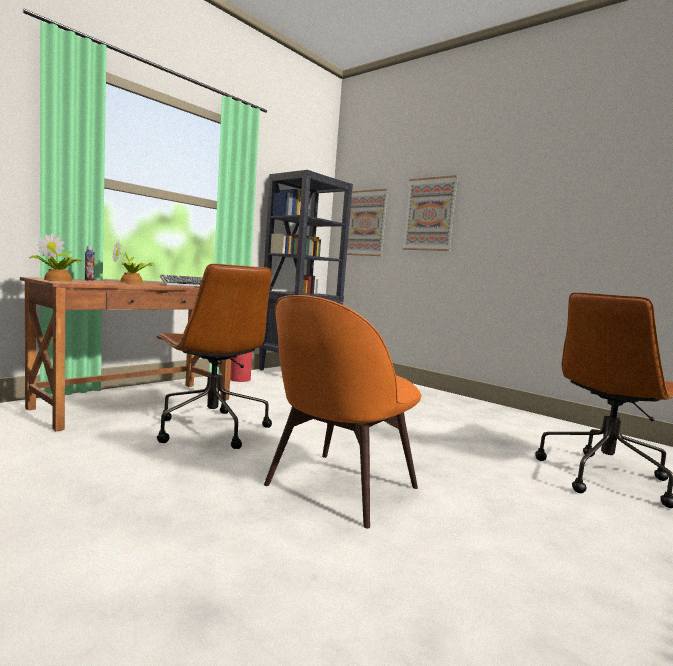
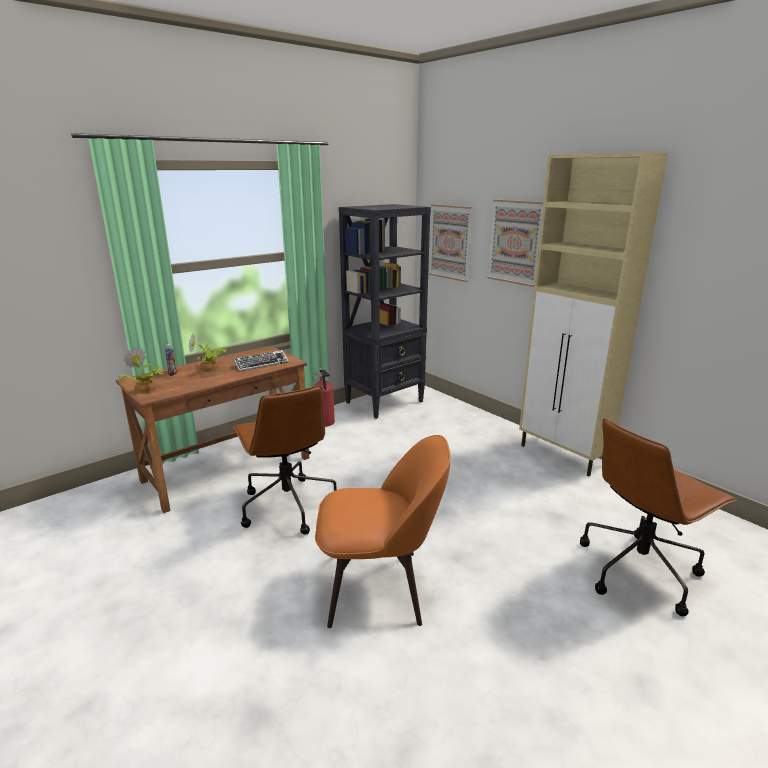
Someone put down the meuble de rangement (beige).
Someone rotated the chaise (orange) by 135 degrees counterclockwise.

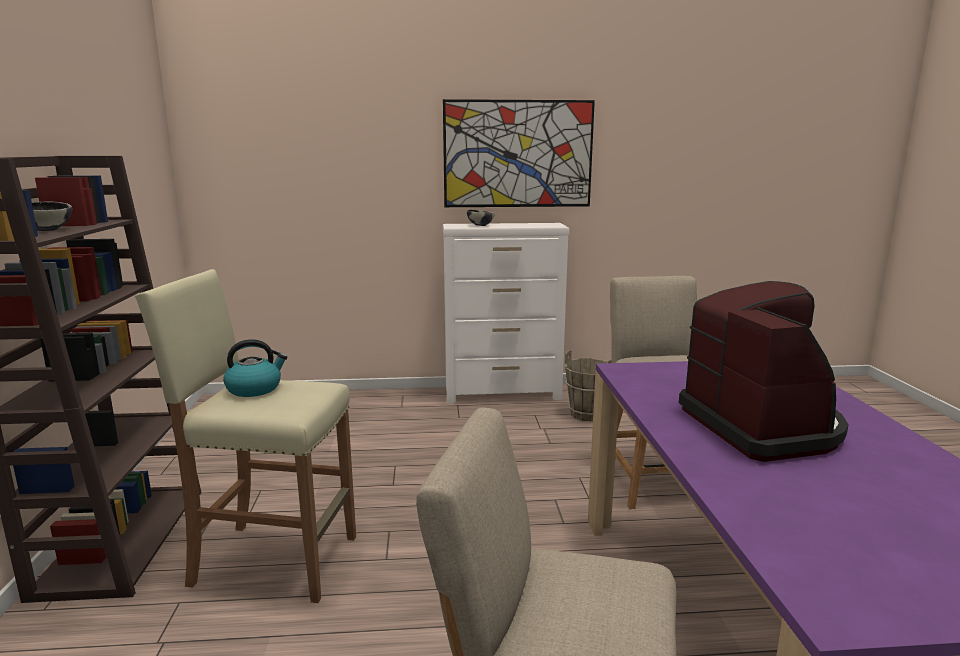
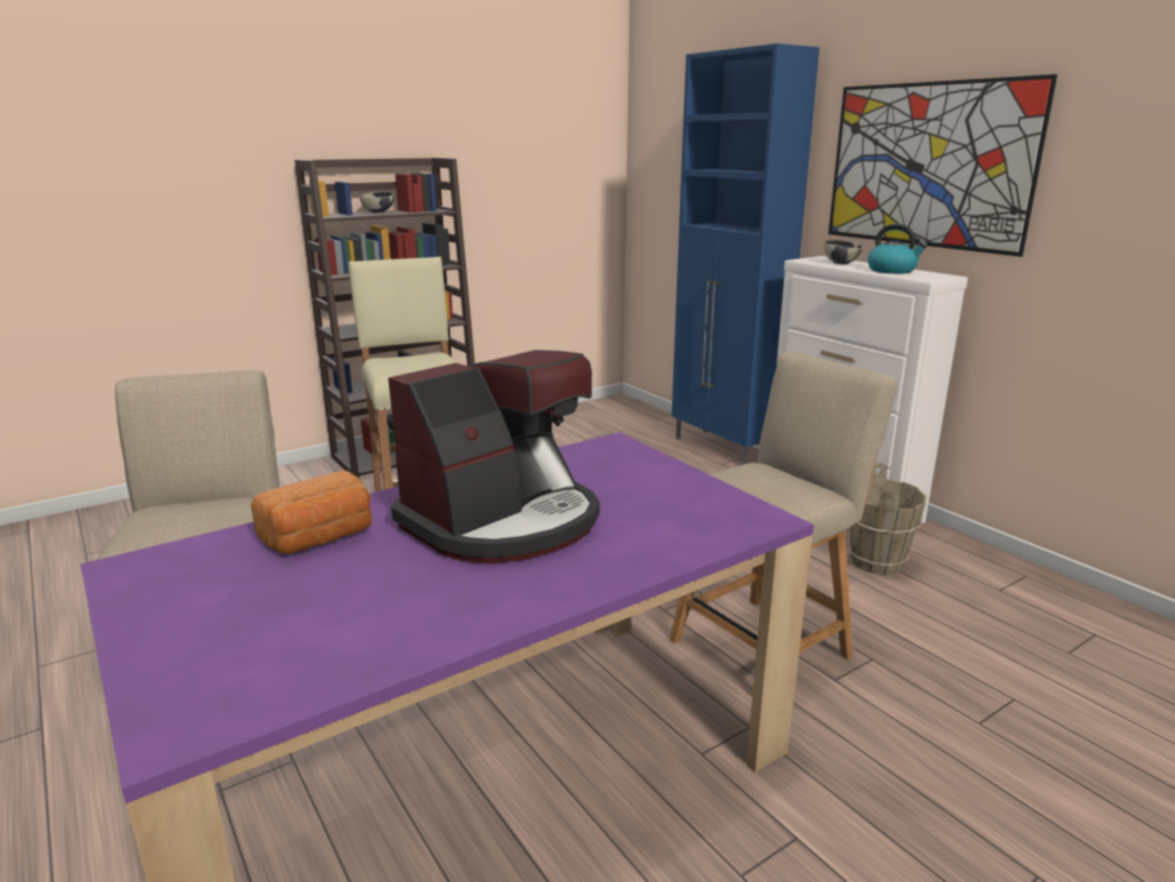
Someone put down the pain.
Someone put down the meuble de rangement (bleu).
Someone carried the bouilloire.

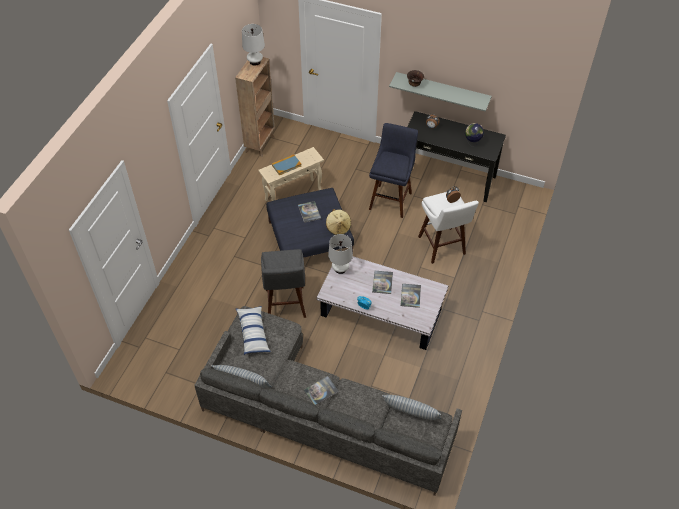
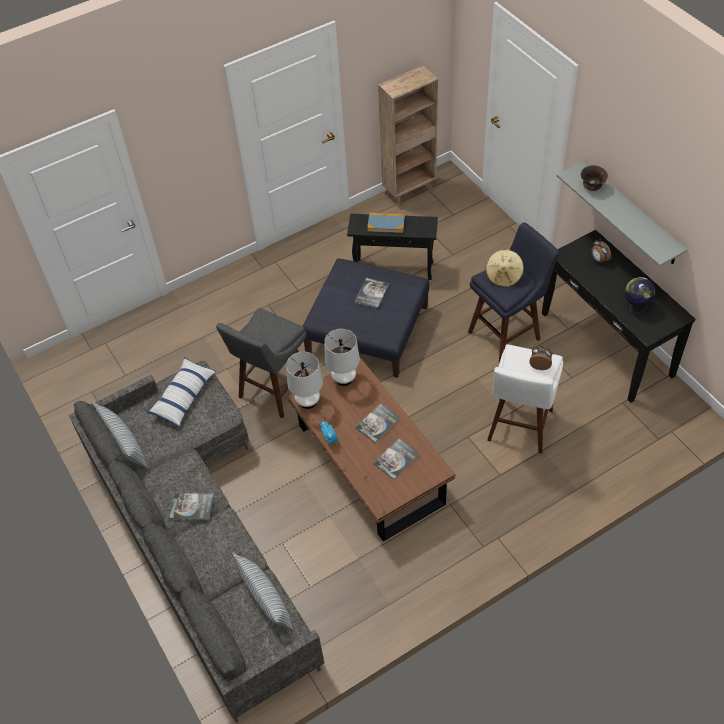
Someone carried the lampe de table (blanc) (no. 1 from left).
Someone carried the chapeau (beige).
Someone repainted the table d'appoint (beige), which became the table d'appoint (noir).
Someone repainted the table basse (blanc), which became the table basse (marron).

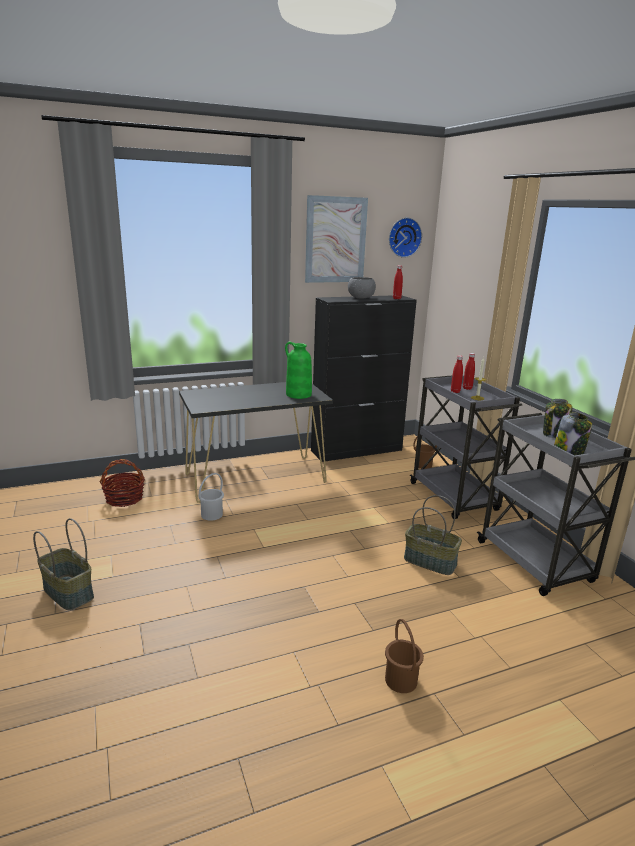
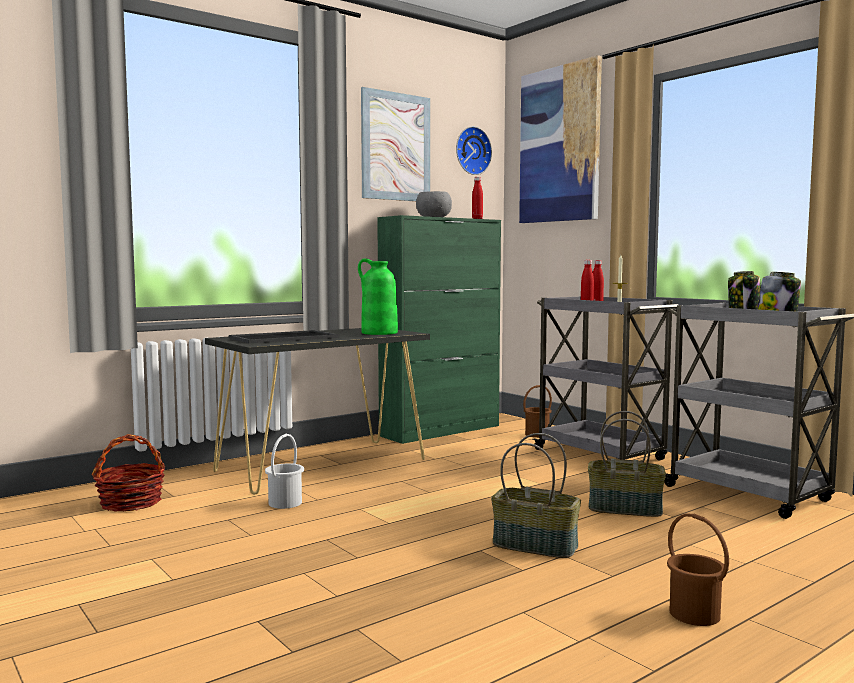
Someone put down the plateau.
Someone put up the tableau (no. 2 from left).
Someone carried the panier (no. 1 from left in the first image).
Someone repainted the meuble de rangement (noir), which became the meuble de rangement (vert).

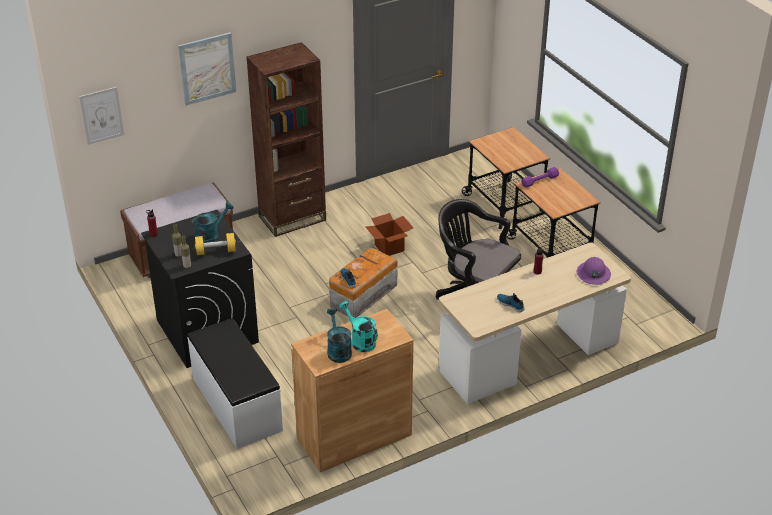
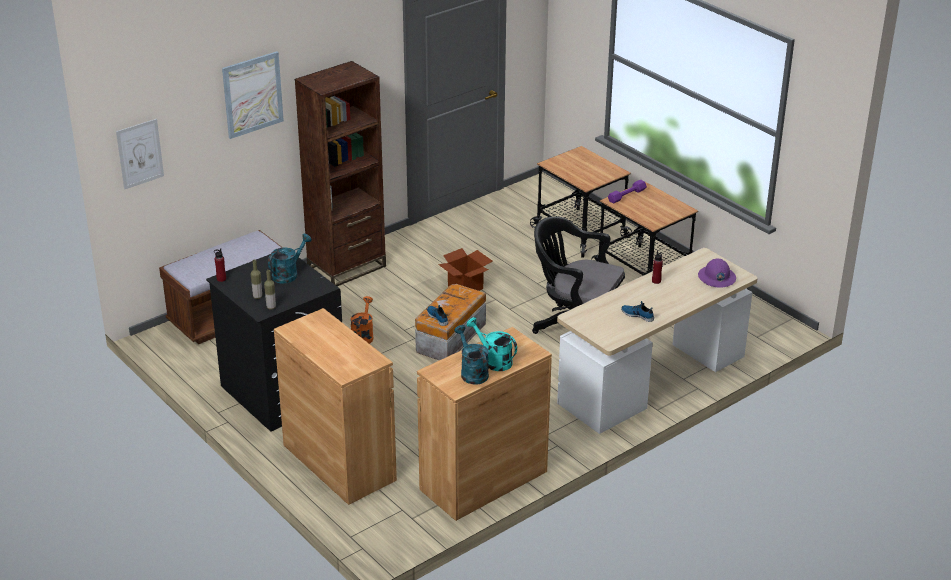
Someone took away the haltère (jaune).
Someone put down the arrosoir (orange).
Someone swapped the banc (blanc) for the meuble de rangement (marron) (no. 1 from left).

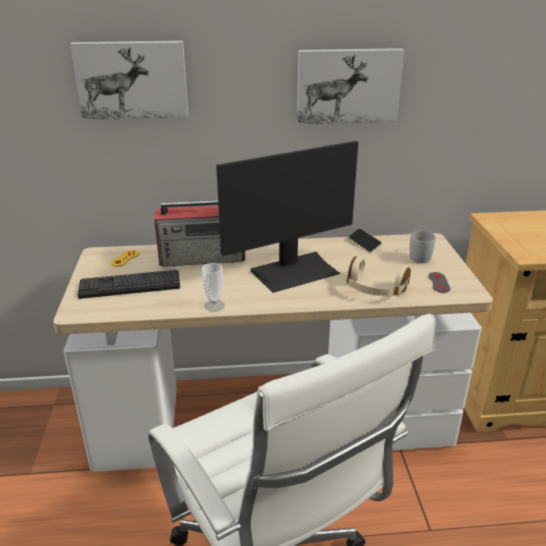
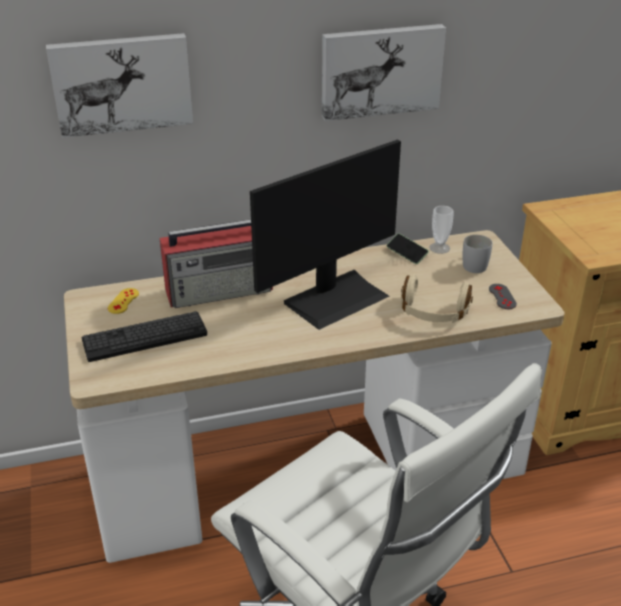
Someone carried the tasse.

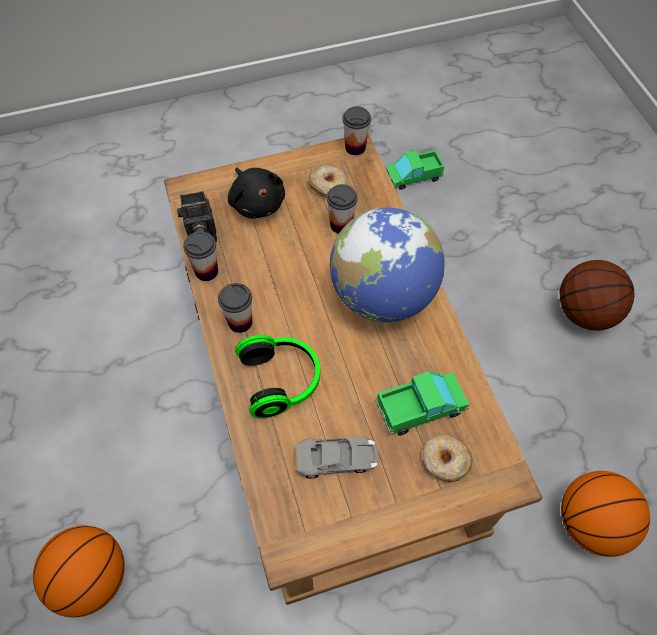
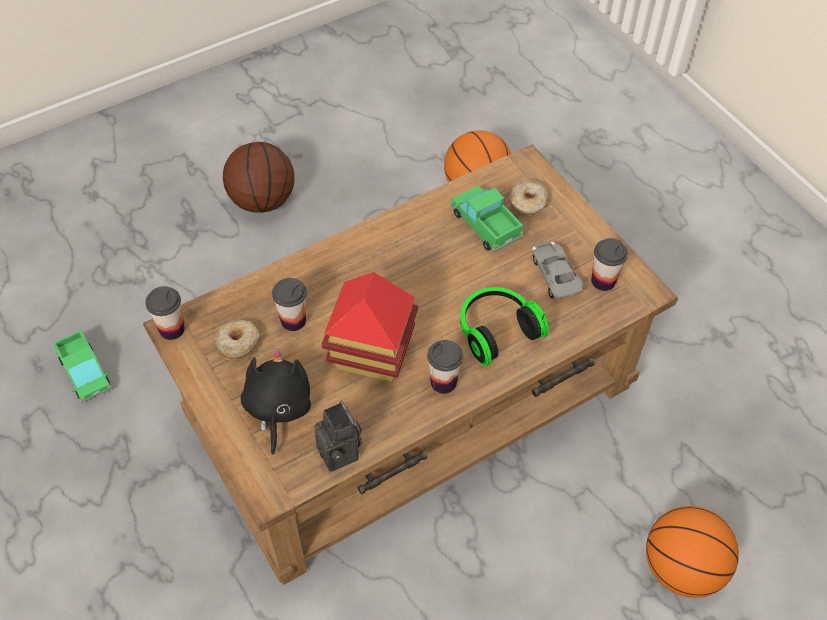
Someone took away the globe.
Someone put down the maison miniature.
Someone carried the tasse (no. 1 from left in the first image).
Someone rotated the peluche (noir) by 45 degrees counterclockwise.

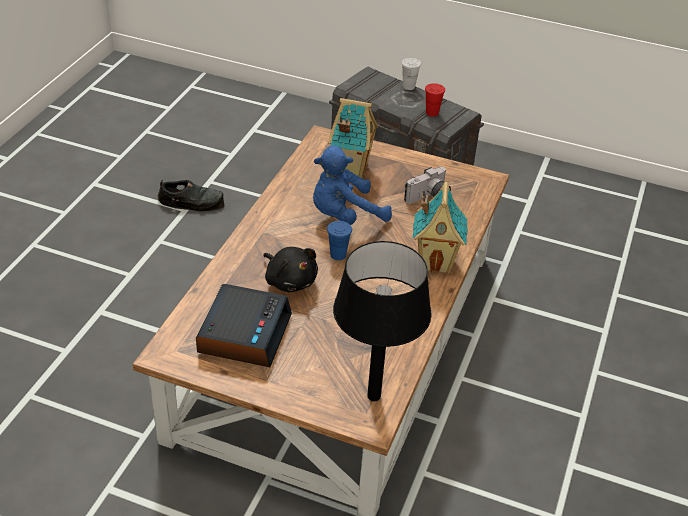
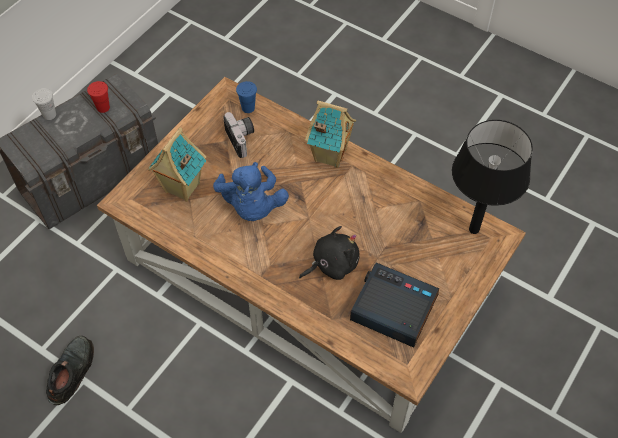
Someone carried the tasse (bleu).

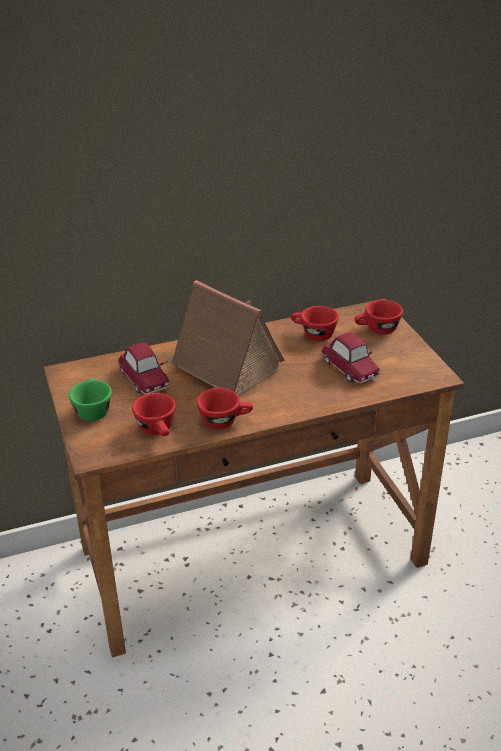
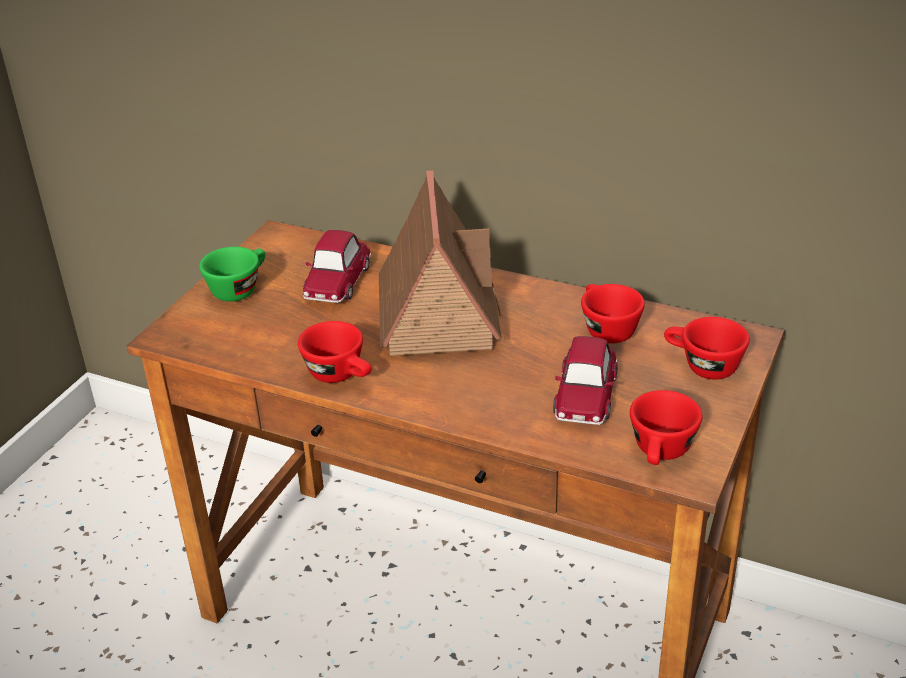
Someone carried the tasse (rouge) (no. 1 from left in the first image).

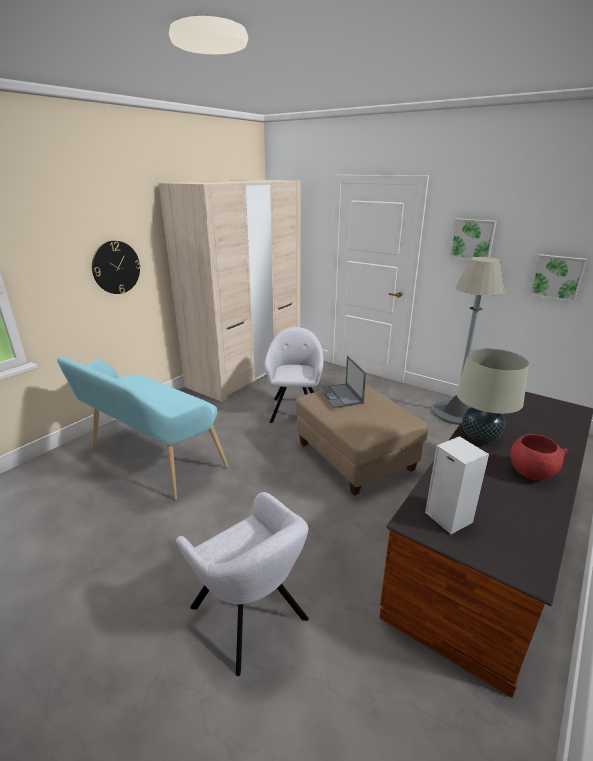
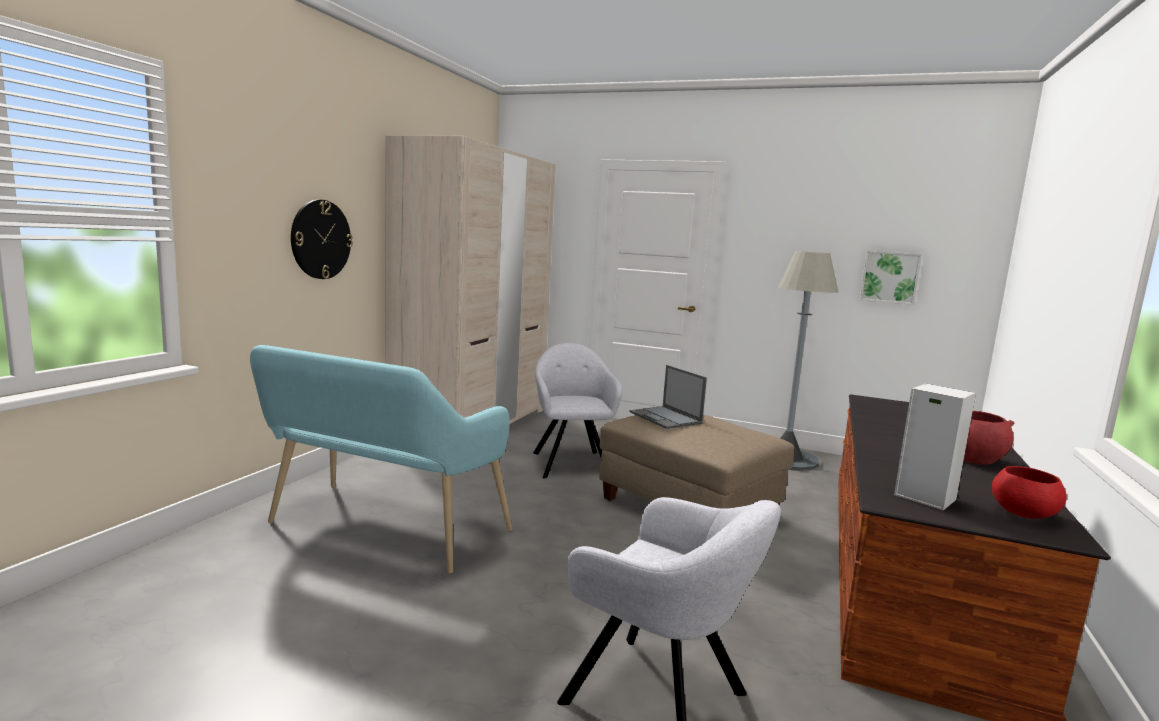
Someone took away the tableau (no. 1 from left).
Someone took away the lampe de table (beige).
Someone put down the bol (rouge) (no. 2 from left).

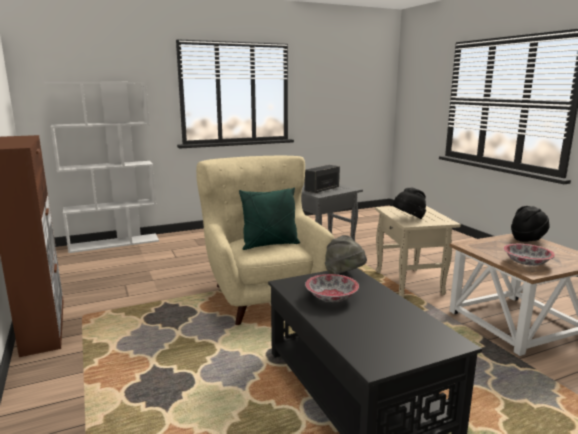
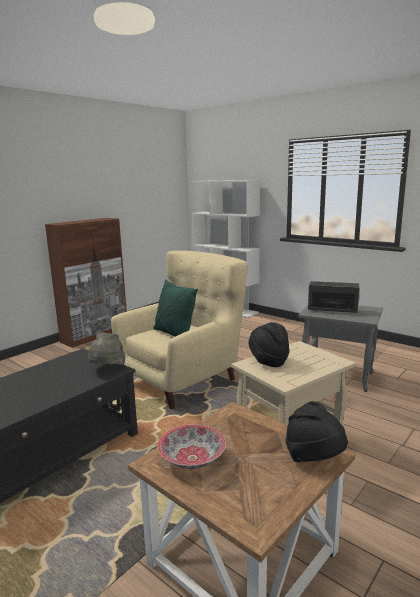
Someone took away the bol (no. 1 from left).

